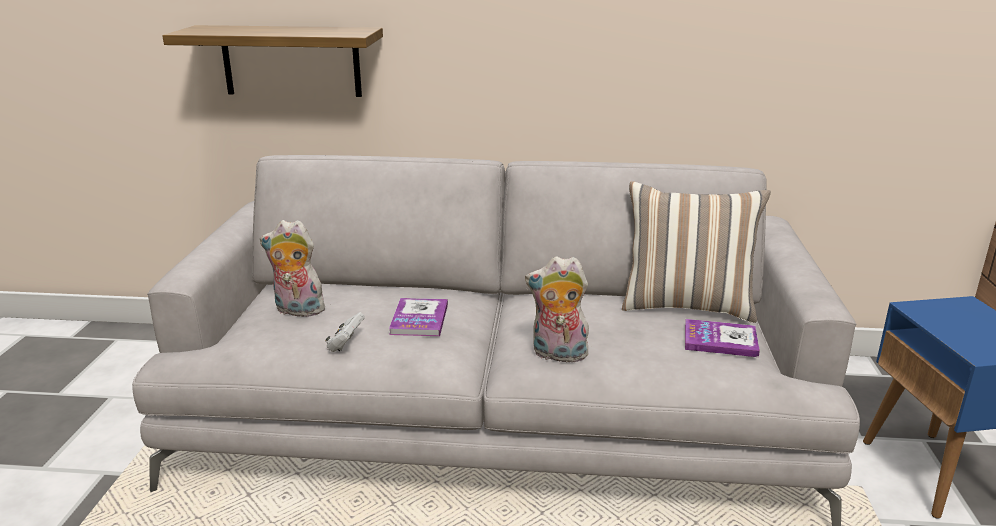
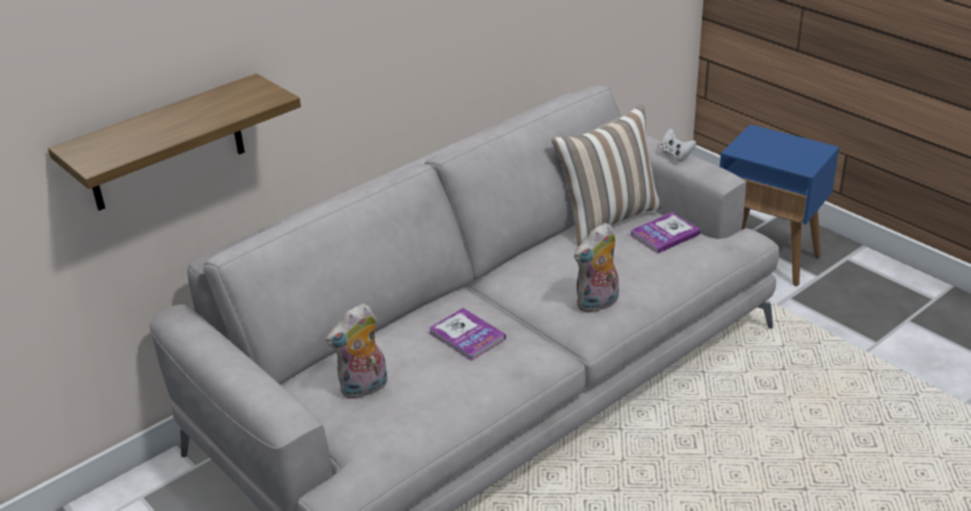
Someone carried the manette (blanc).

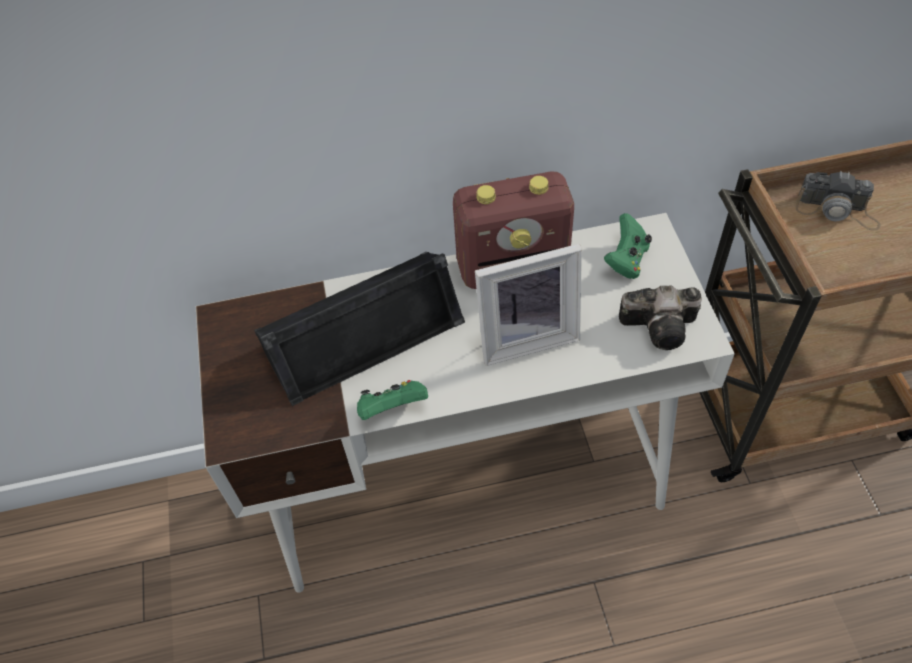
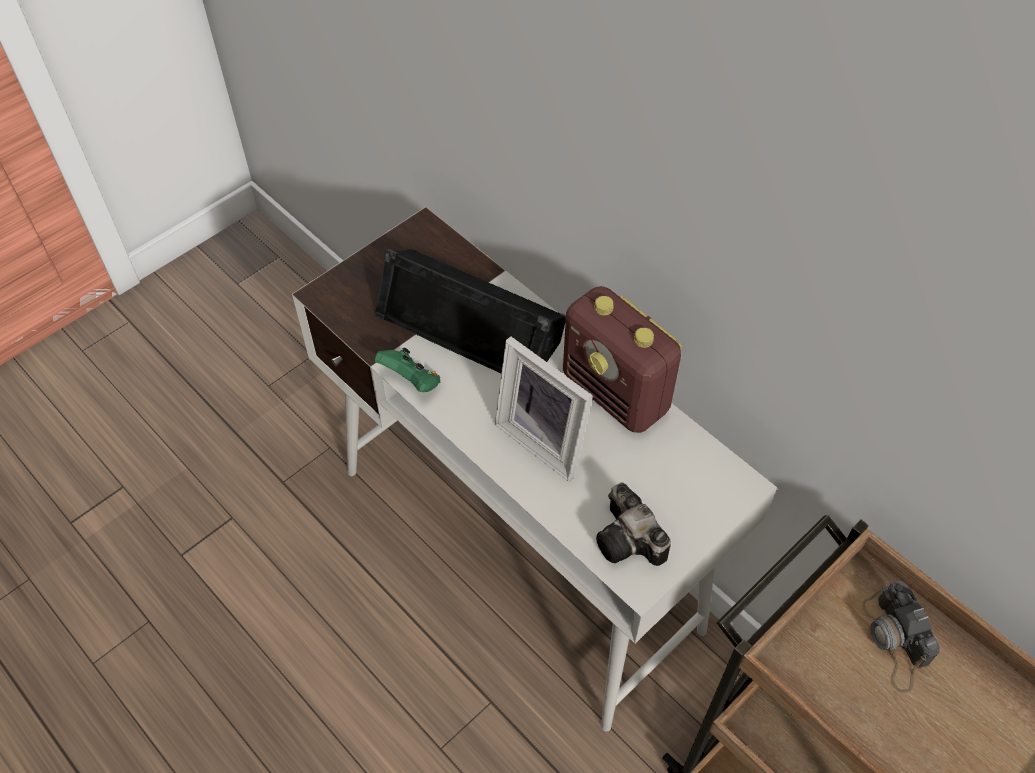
Someone took away the manette (vert) (no. 2 from left).

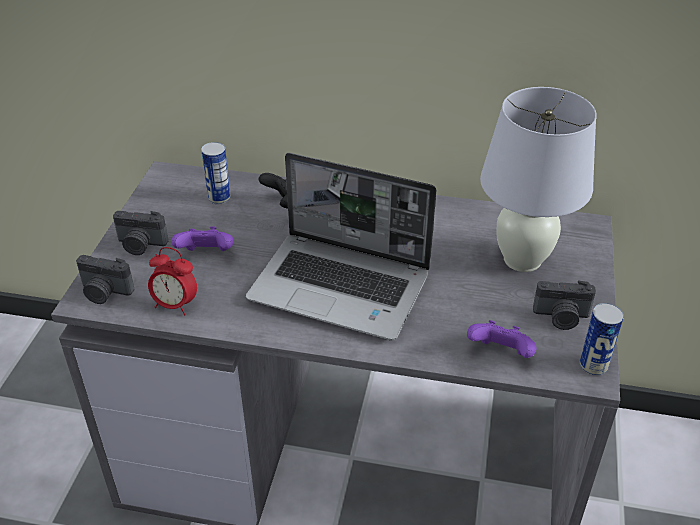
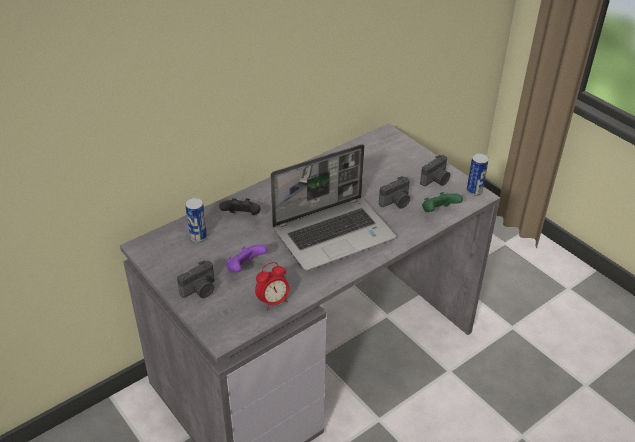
Someone took away the lampe de table (blanc).
Someone carried the appareil photo (no. 1 from left in the first image).
Someone repainted the manette (violet) (no. 2 from left), which became the manette (vert).

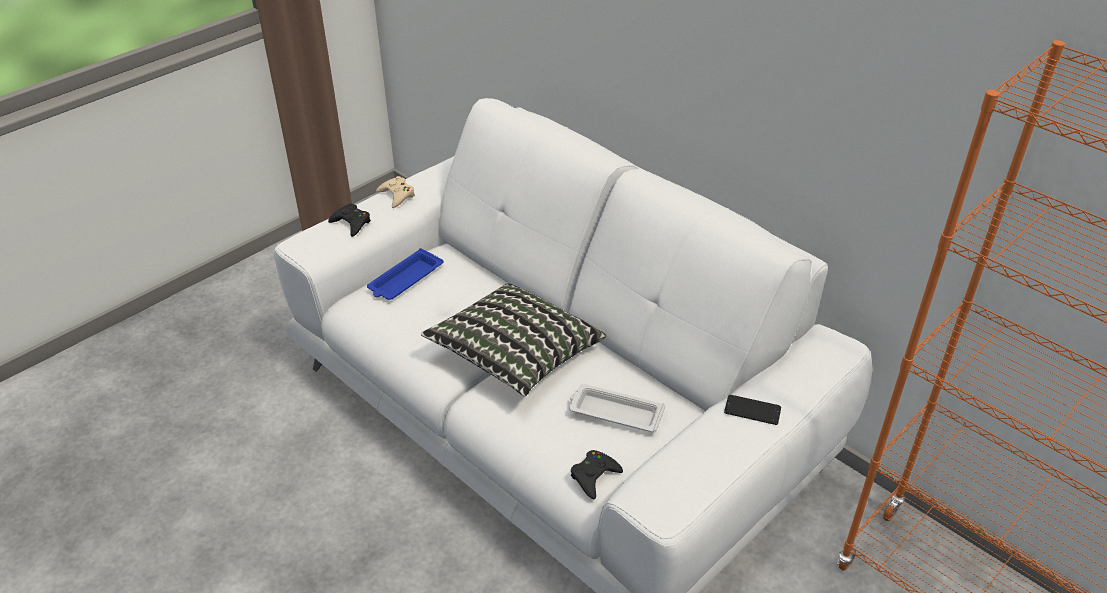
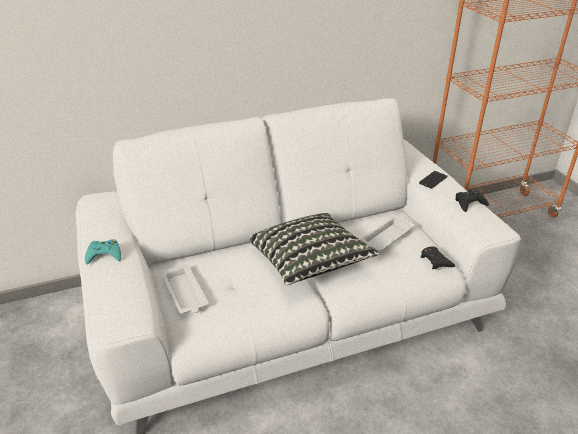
Someone carried the manette (noir) (no. 1 from left in the first image).
Someone repainted the plateau (bleu), which became the plateau (blanc) (no. 1 from left).
Someone repainted the manette (beige), which became the manette (turquoise).

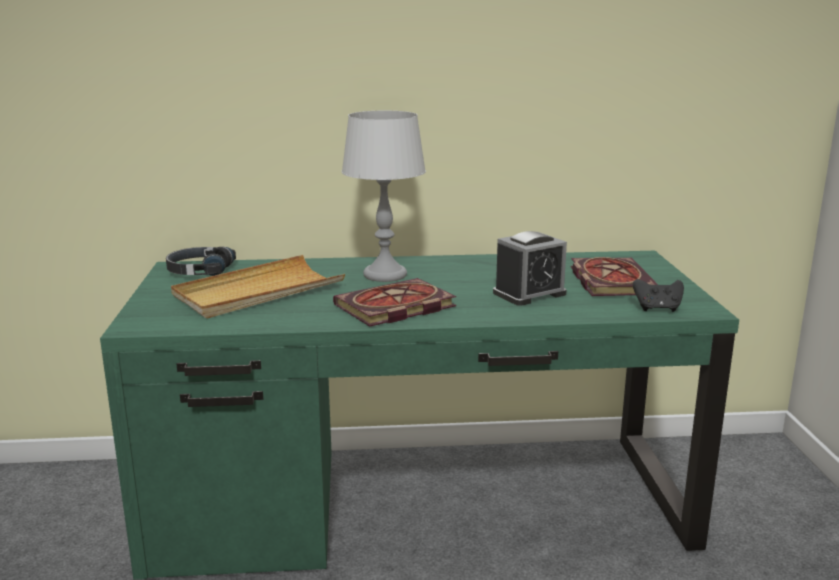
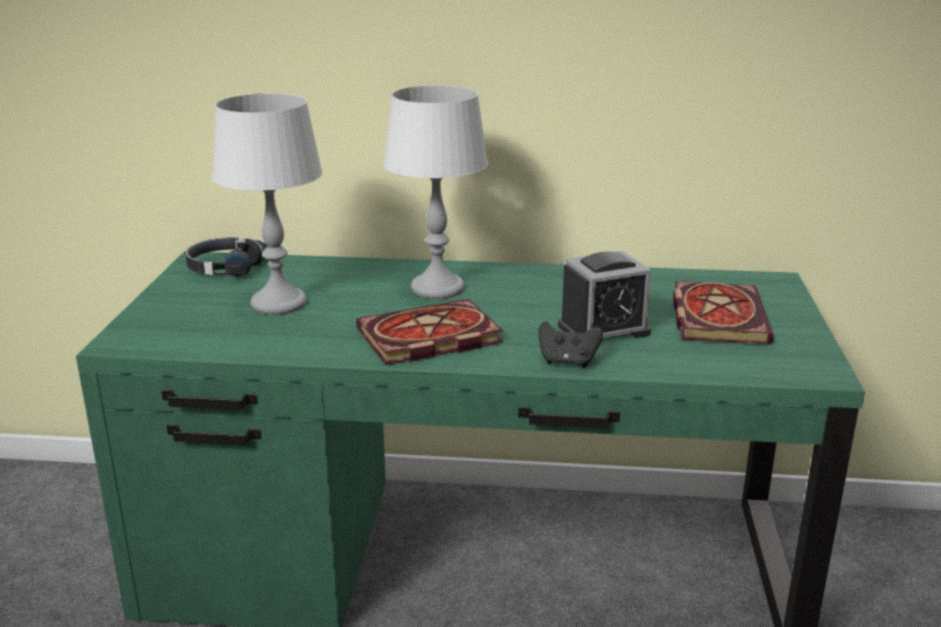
Someone carried the manette (noir).
Someone swapped the plateau (beige) for the lampe de table (gris) (no. 1 from left).

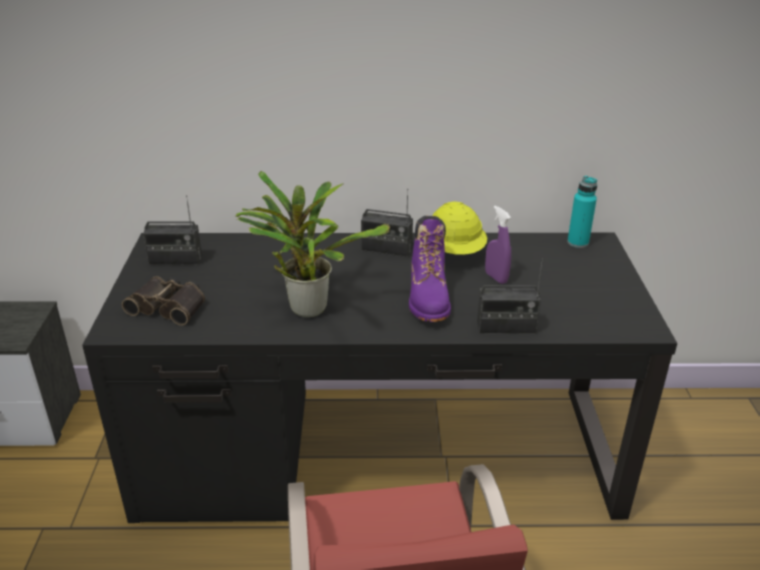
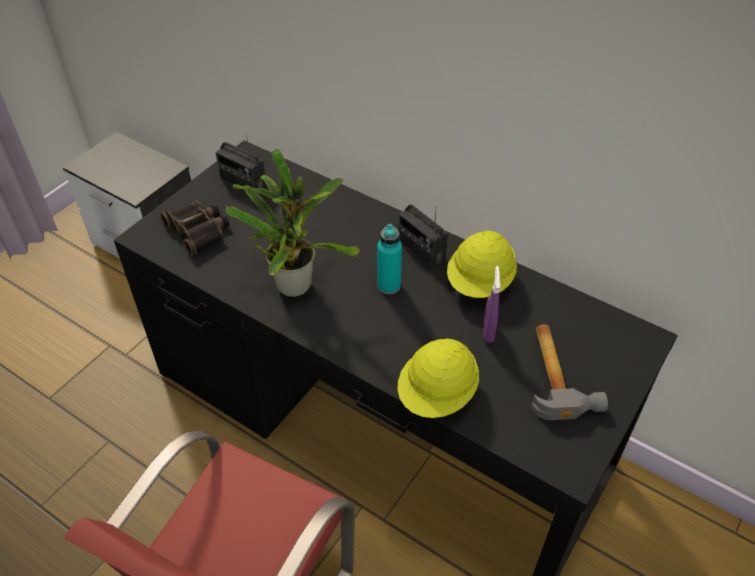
Someone took away the botte (violet).
Someone put down the marteau.
Someone carried the bouteille (turquoise).
Someone swapped the radio (no. 3 from left) for the casque de chantier (jaune) (no. 1 from left).

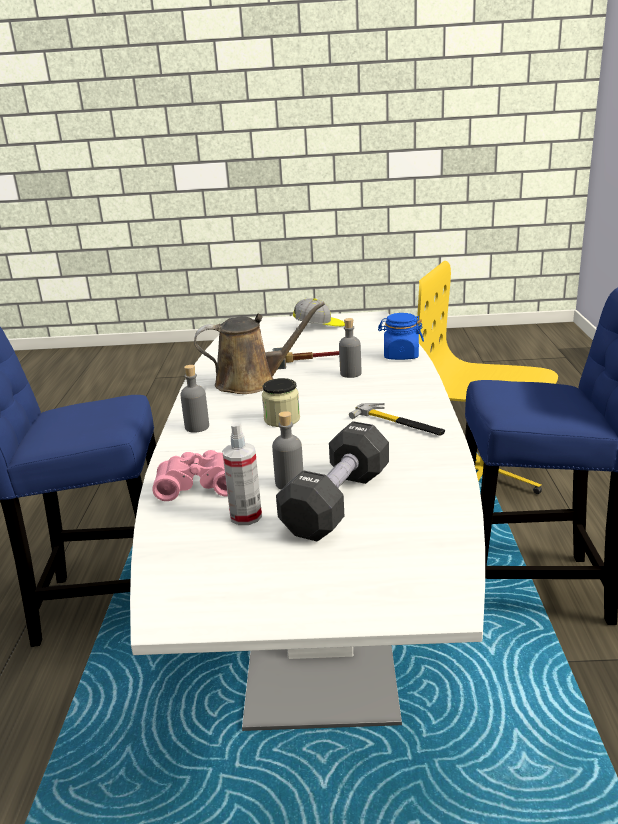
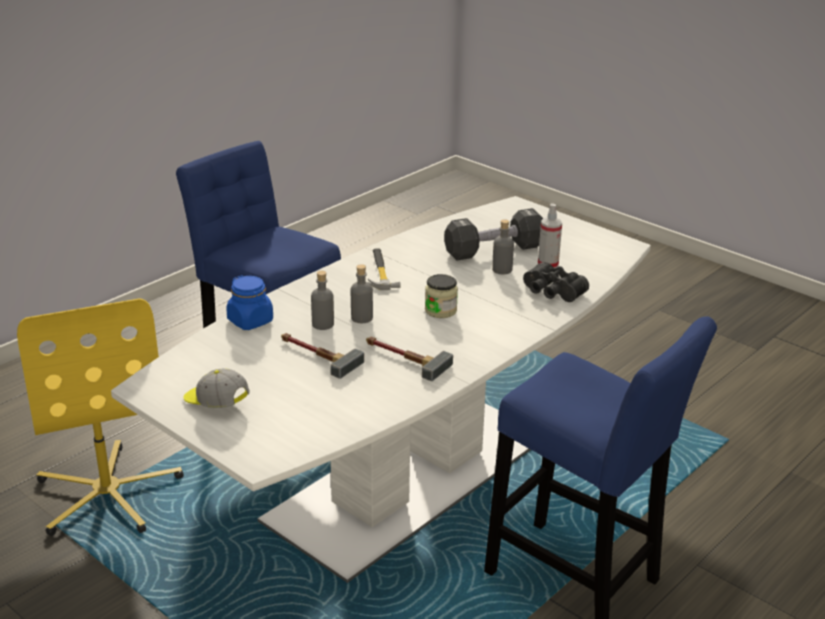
Someone carried the bouteille (gris) (no. 1 from left in the first image).
Someone swapped the arrosoir (marron) for the marteau (no. 3 from left).
Someone repainted the jumelles (rose), which became the jumelles (noir).

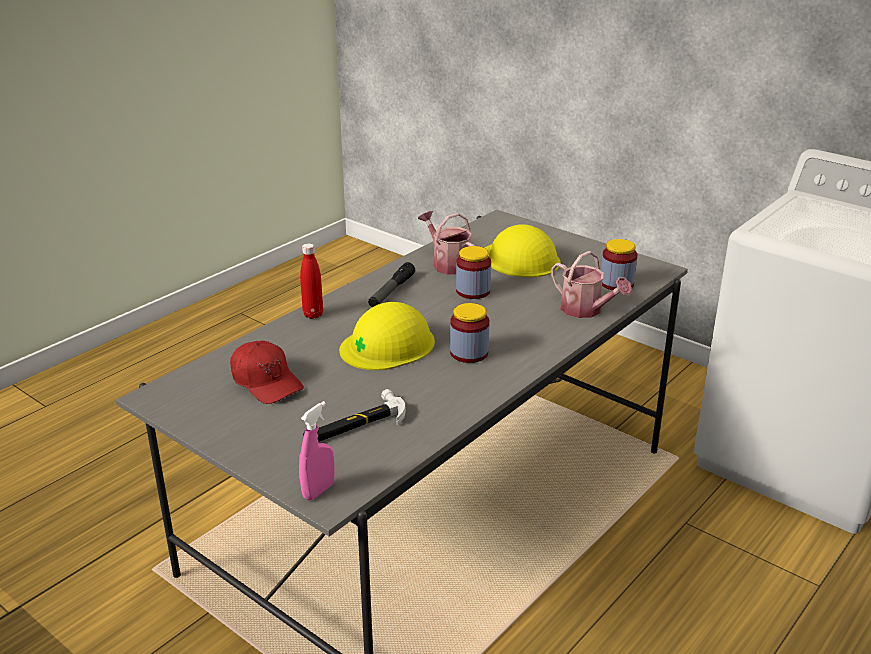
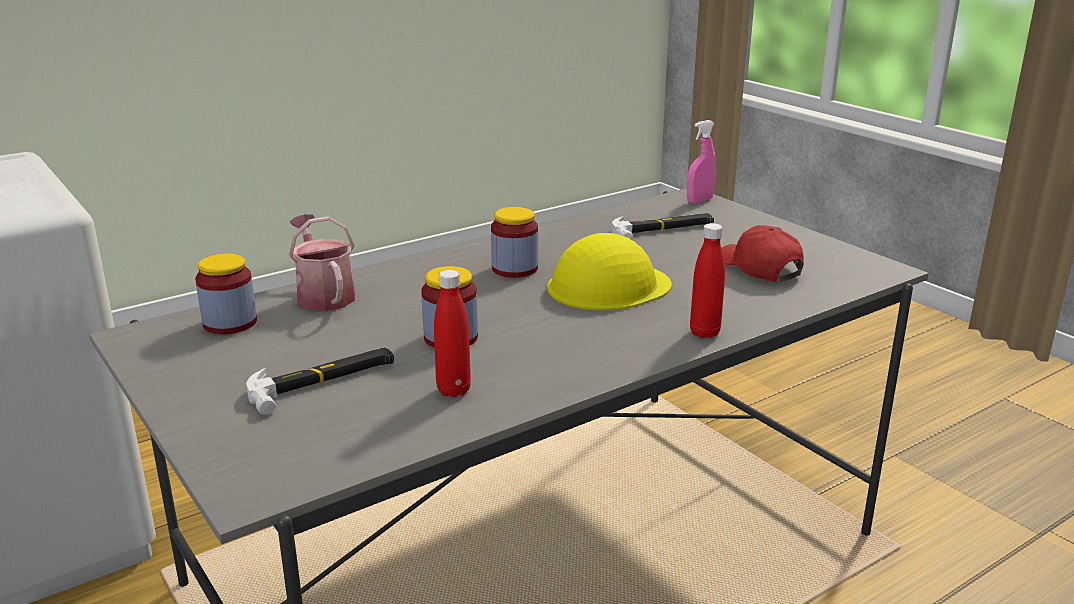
Someone took away the lampe de poche.
Someone swapped the arrosoir (no. 1 from left) for the bouteille (rouge) (no. 1 from left).
Someone swapped the casque de chantier (jaune) (no. 2 from left) for the marteau (no. 1 from left).

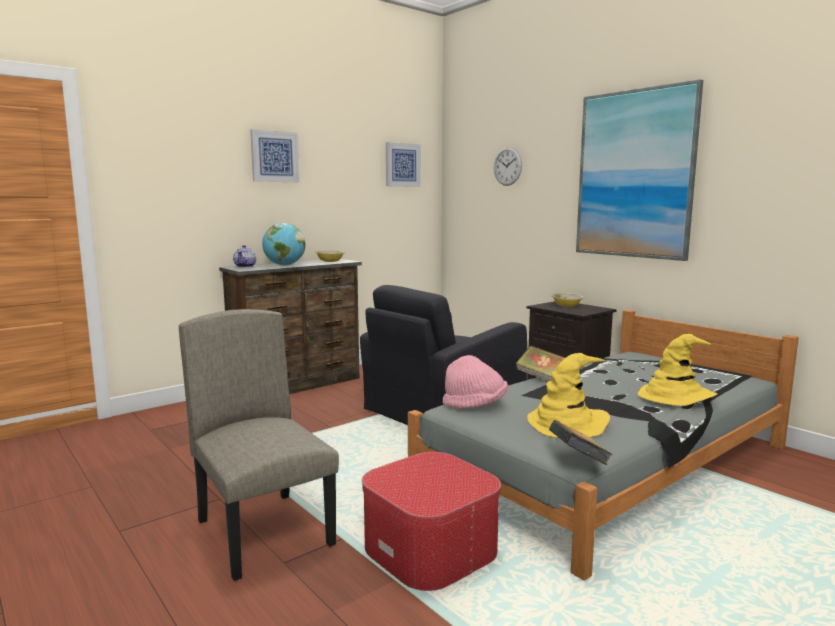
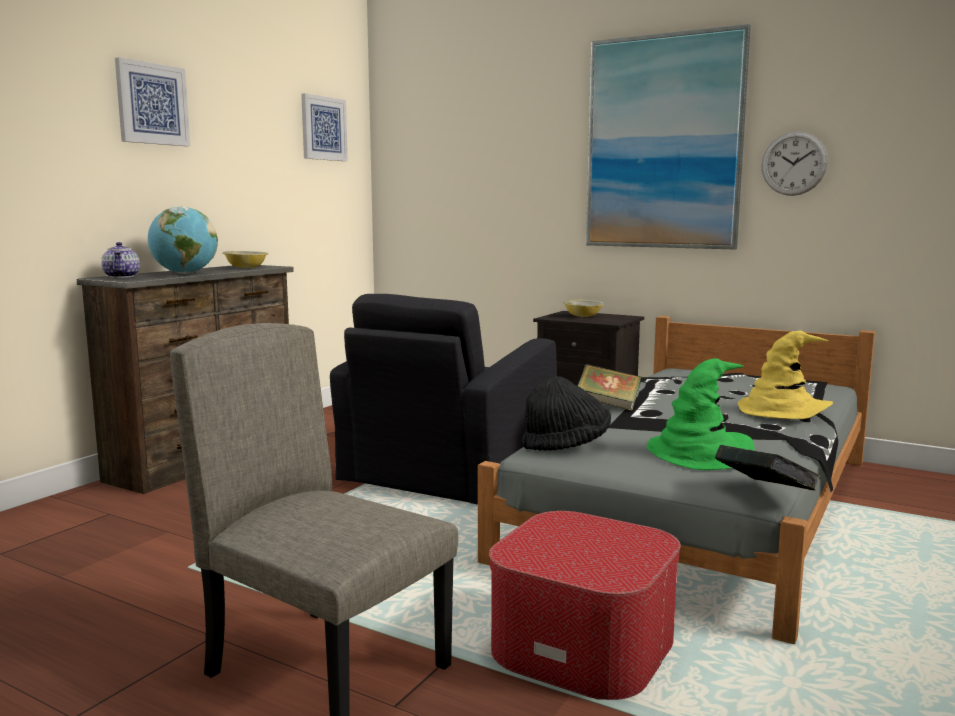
Someone carried the horloge murale.
Someone repainted the chapeau (rose), which became the chapeau (noir).
Someone repainted the chapeau (jaune) (no. 1 from left), which became the chapeau (vert).

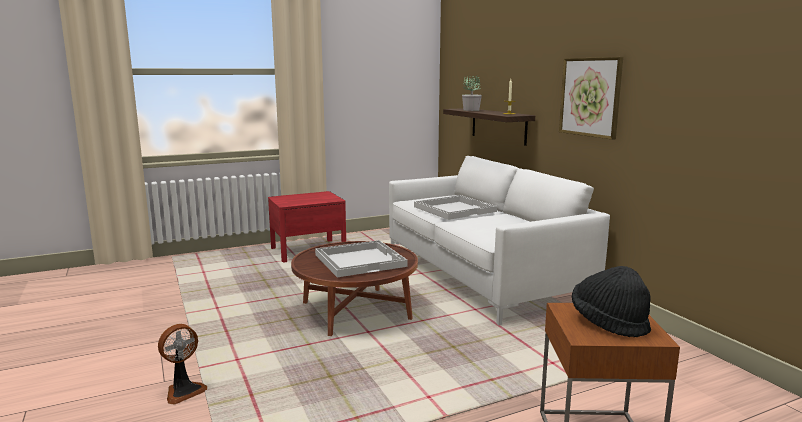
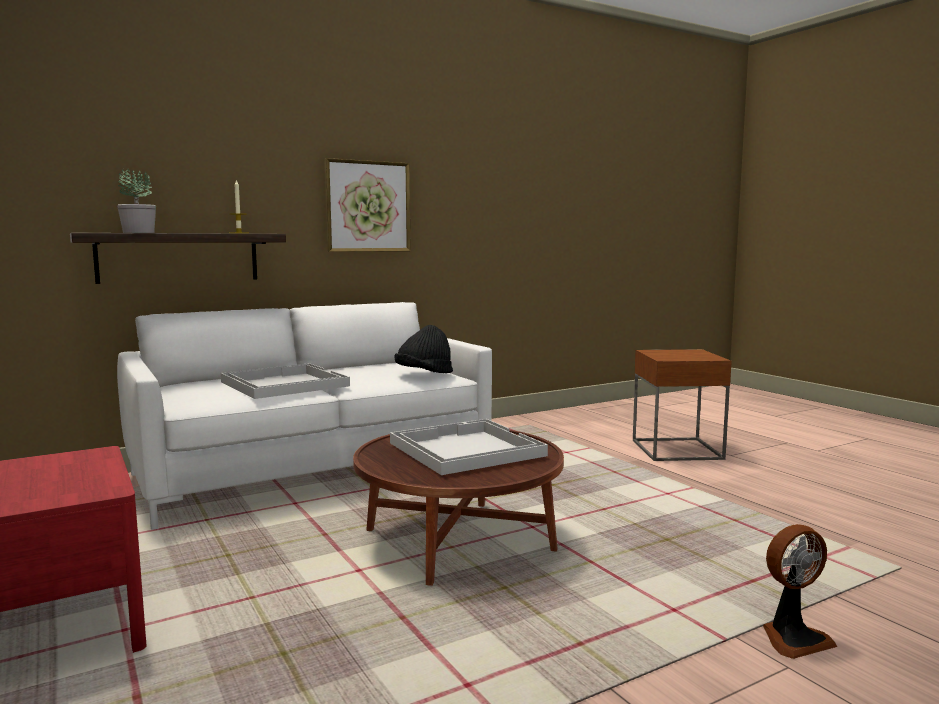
Someone carried the chapeau (noir).
Someone rotated the ventilateur by 120 degrees clockwise.

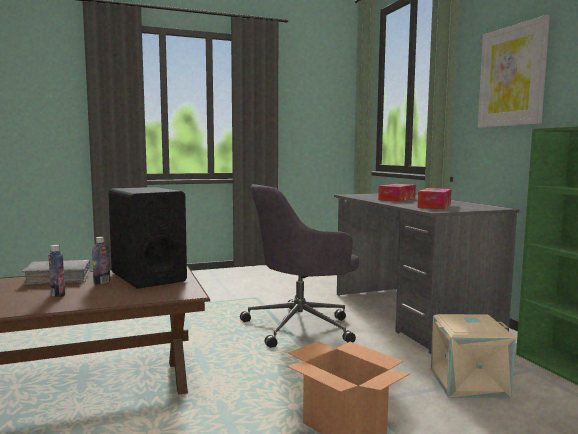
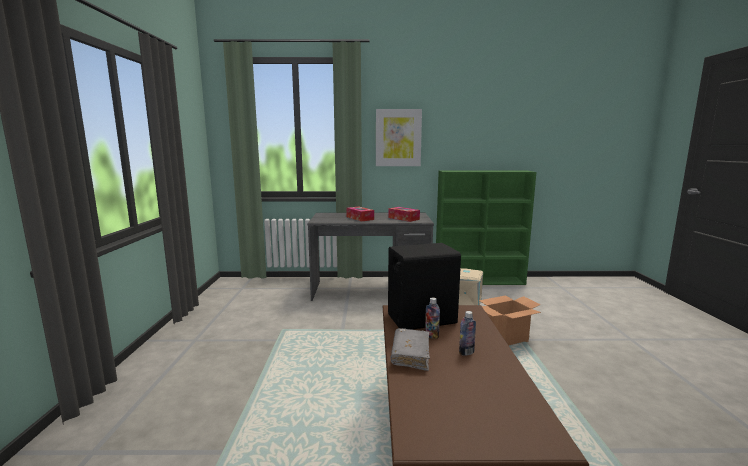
Someone took away the chaise de bureau (gris).

